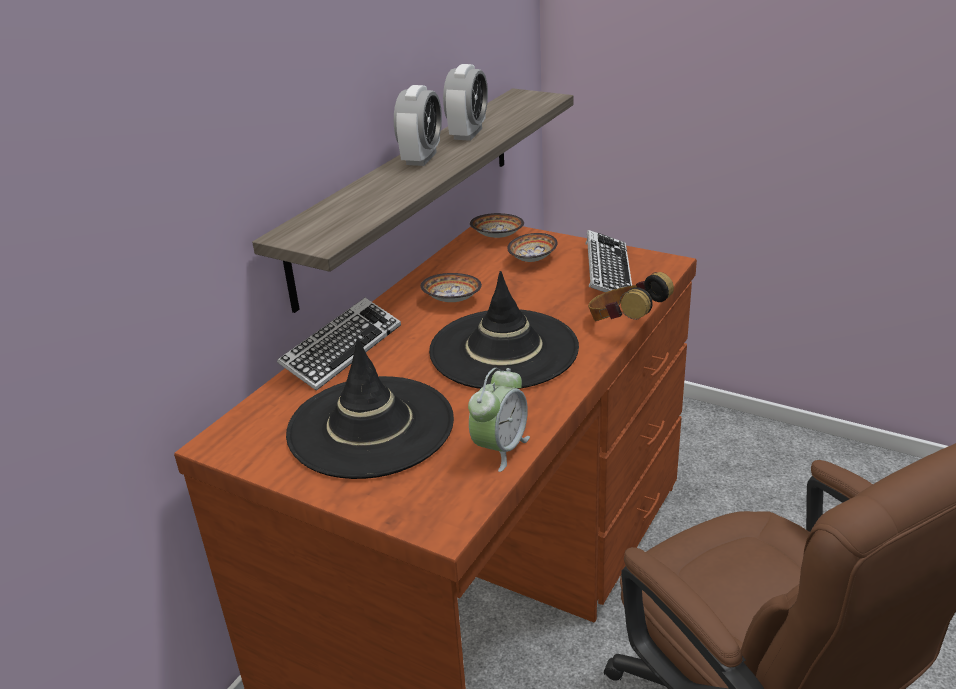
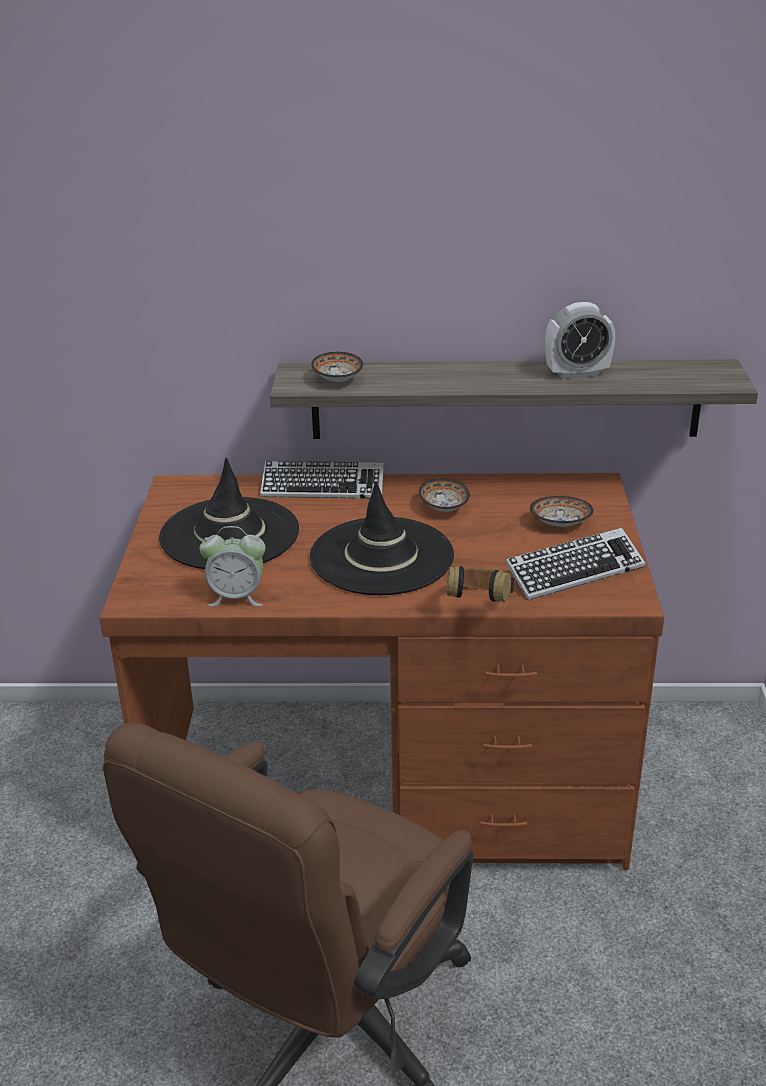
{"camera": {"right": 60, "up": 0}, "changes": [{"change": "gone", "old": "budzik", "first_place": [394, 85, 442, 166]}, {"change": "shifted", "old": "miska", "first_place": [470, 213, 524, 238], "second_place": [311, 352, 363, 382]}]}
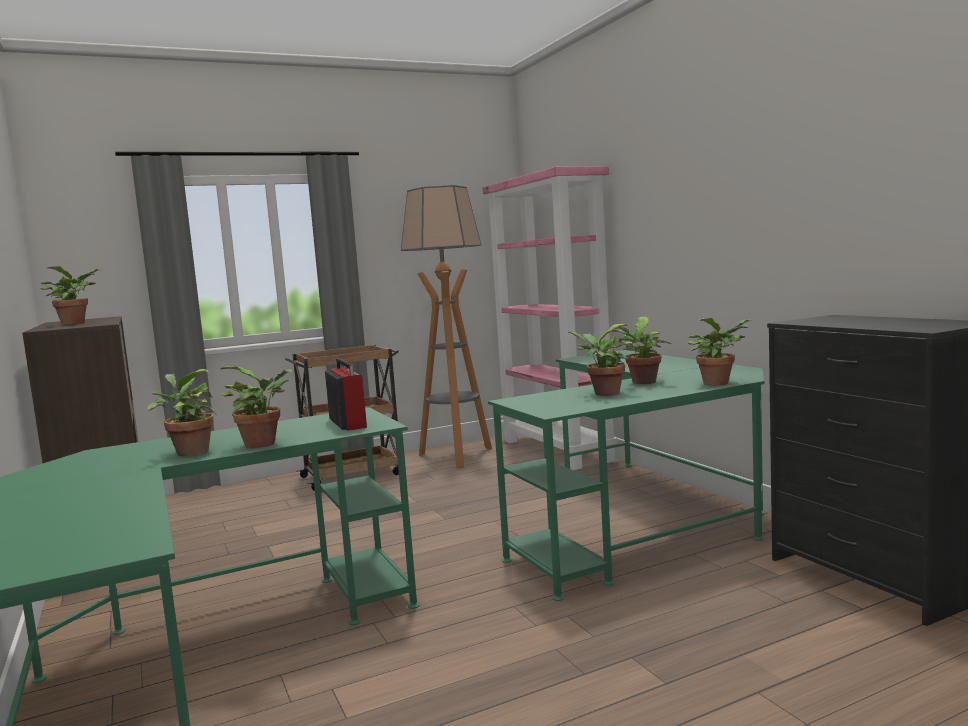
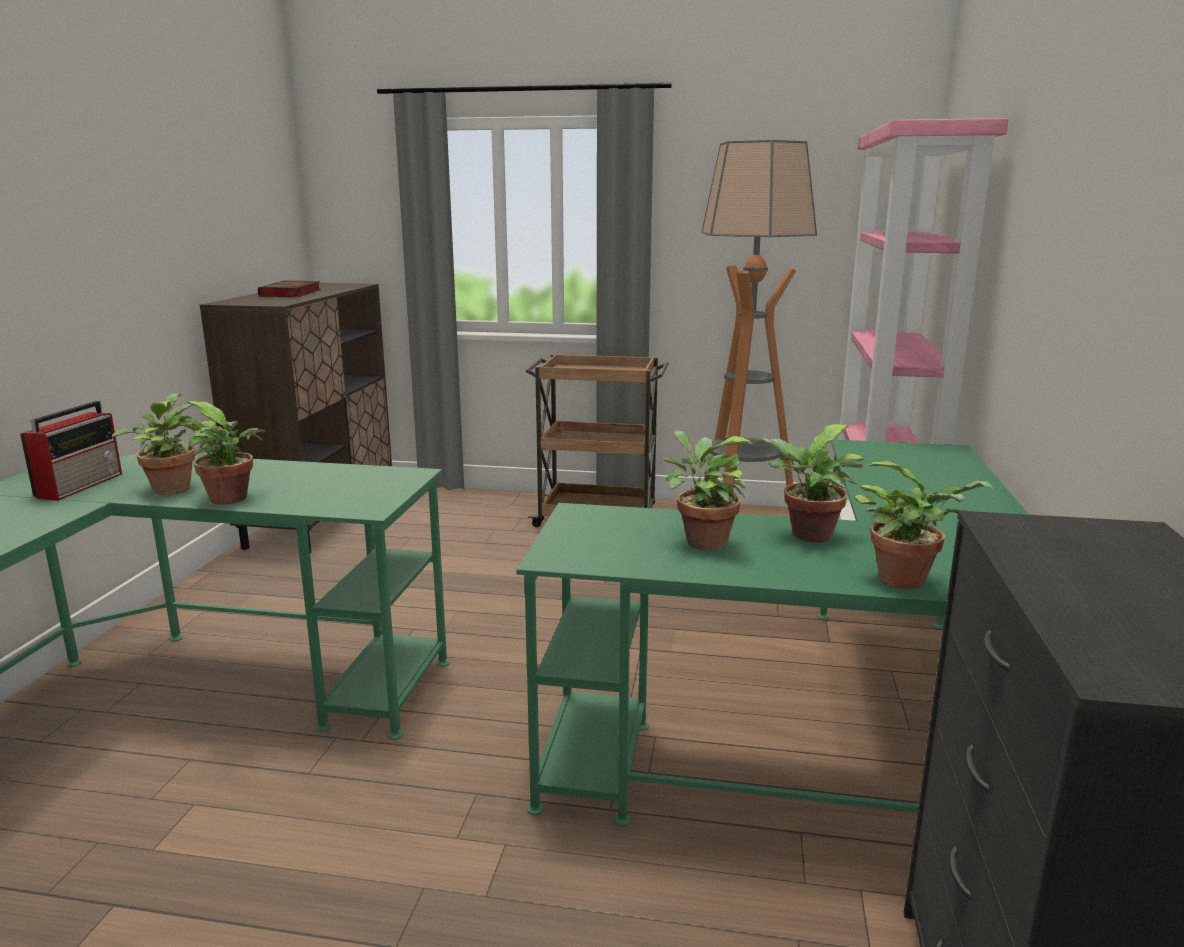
{"camera": {"right": 35, "up": 10}, "changes": [{"change": "shifted", "old": "radio", "first_place": [325, 359, 367, 431], "second_place": [20, 401, 122, 501]}, {"change": "swapped", "old": "roślina doniczkowa", "new": "książka", "first_place": [40, 266, 101, 325], "second_place": [258, 280, 321, 297]}]}
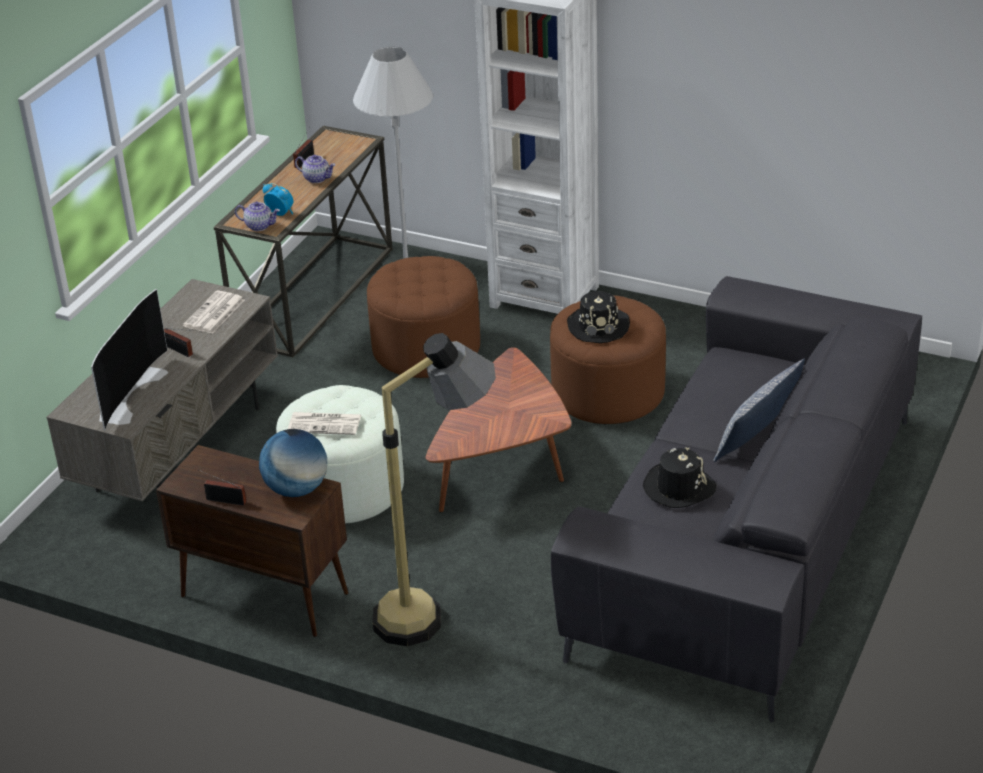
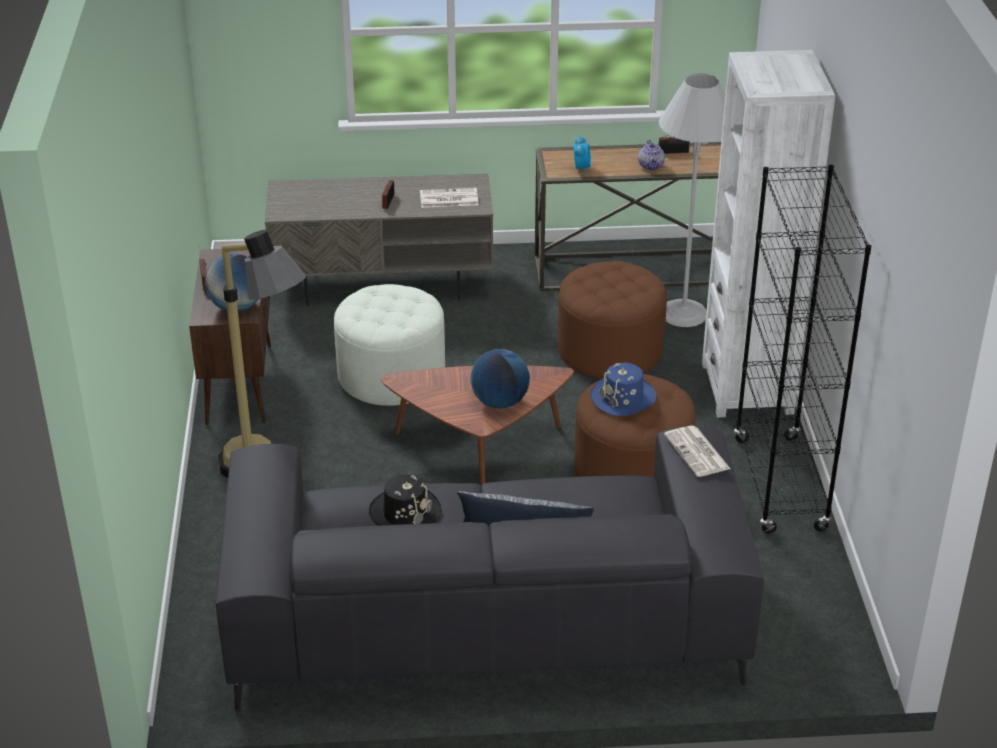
{"camera": {"right": 60, "up": 0}, "changes": [{"change": "gone", "old": "telewizor", "first_place": [91, 289, 168, 430]}, {"change": "gone", "old": "imbryk", "first_place": [235, 202, 280, 231]}, {"change": "new", "new": "globus", "second_place": [470, 349, 530, 408]}, {"change": "new", "new": "regał/czarny", "second_place": [734, 165, 871, 534]}, {"change": "shifted", "old": "gazeta", "first_place": [288, 412, 361, 435], "second_place": [664, 425, 730, 477]}, {"change": "repainted", "old": "kapelusz/czarny", "new": "kapelusz/niebieski", "first_place": [567, 291, 630, 343], "second_place": [590, 362, 657, 416]}]}
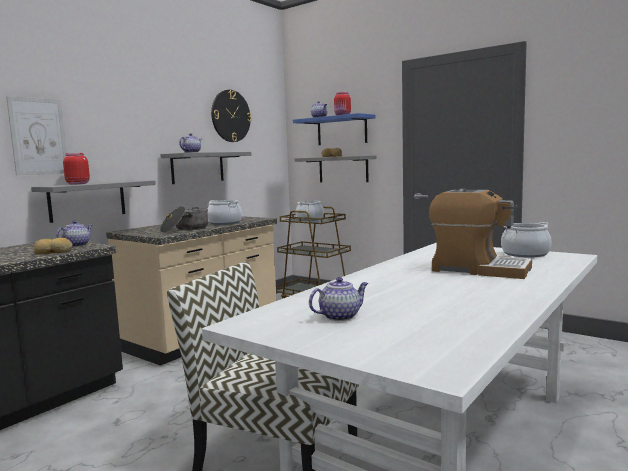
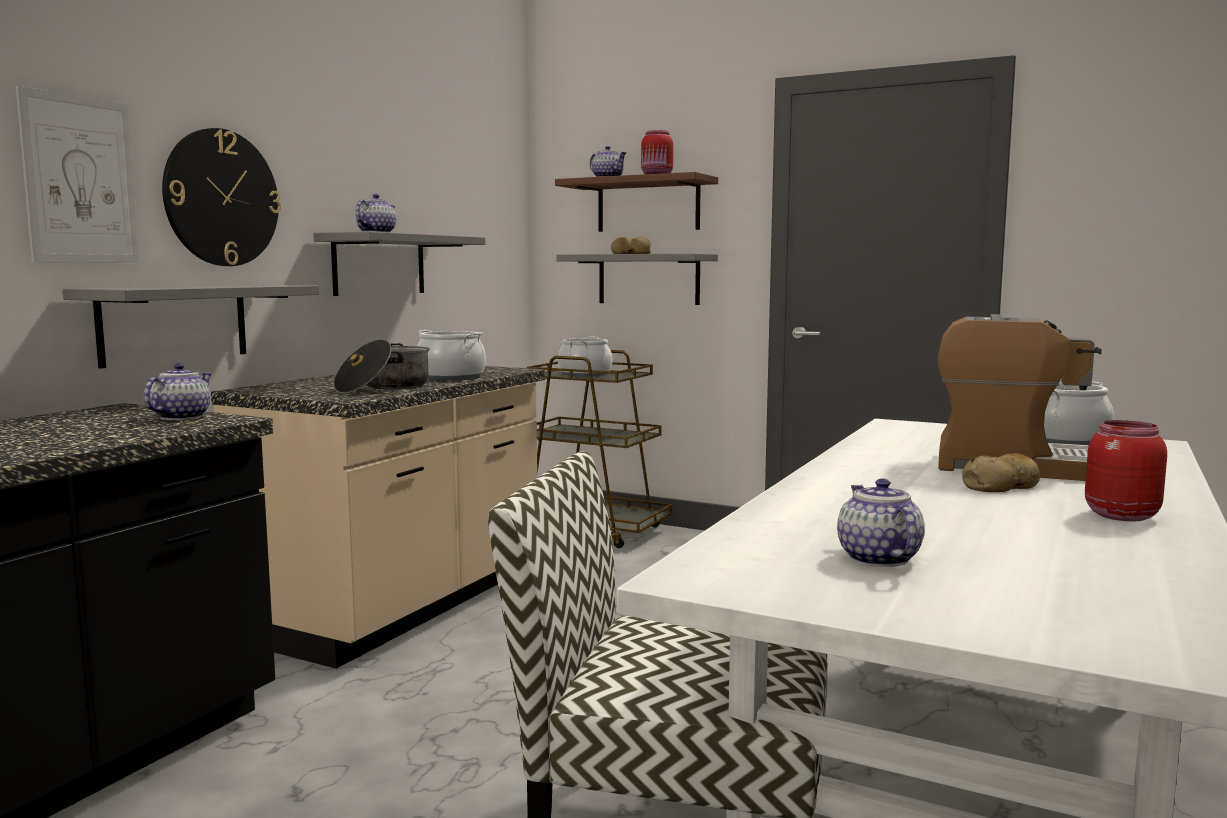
{"camera": {"right": -10, "up": 0}, "changes": [{"change": "shifted", "old": "chleb", "first_place": [33, 238, 73, 254], "second_place": [962, 453, 1040, 492]}, {"change": "shifted", "old": "słoik/czerwony", "first_place": [63, 153, 90, 185], "second_place": [1085, 420, 1167, 521]}, {"change": "shifted", "old": "zegar ścienny", "first_place": [211, 90, 252, 142], "second_place": [162, 128, 281, 266]}, {"change": "repainted", "old": "półka/niebieski", "new": "półka/brązowy", "first_place": [293, 113, 376, 145], "second_place": [555, 172, 718, 232]}, {"change": "rotated", "old": "imbryk", "first_place": [309, 277, 368, 321], "second_place": [837, 479, 925, 567], "degrees": -60}]}
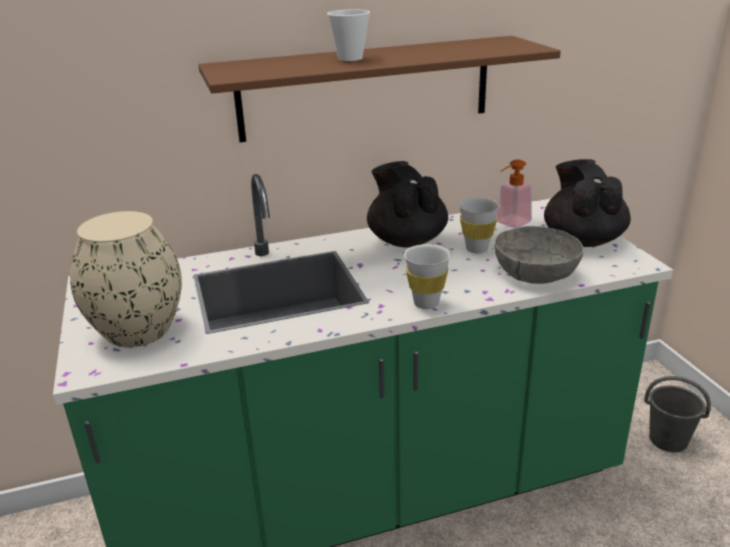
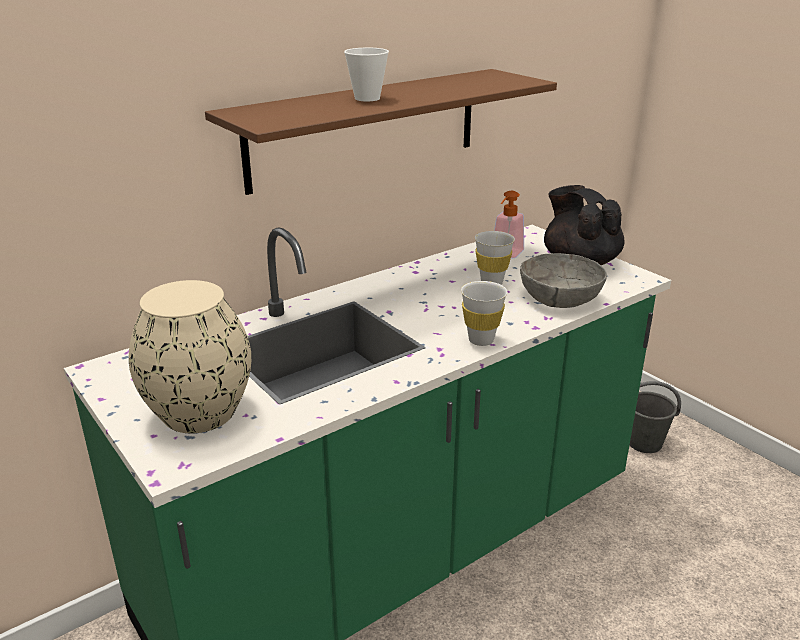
{"camera": {"right": -20, "up": 0}, "changes": [{"change": "gone", "old": "imbryk/czarny", "first_place": [367, 161, 448, 248]}]}
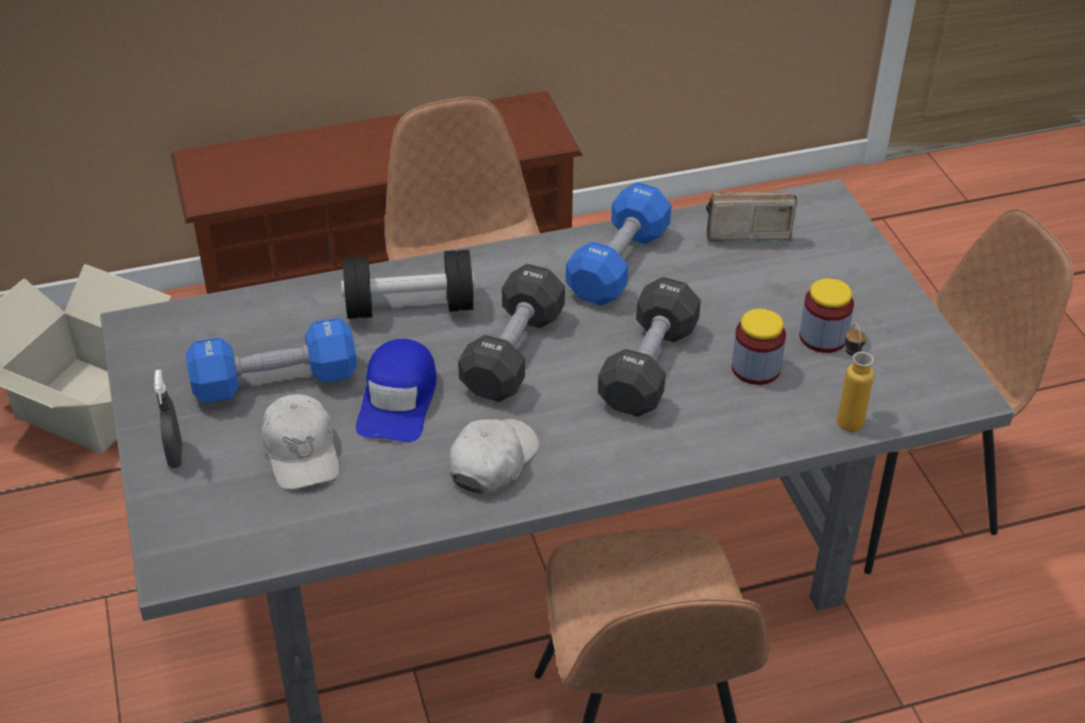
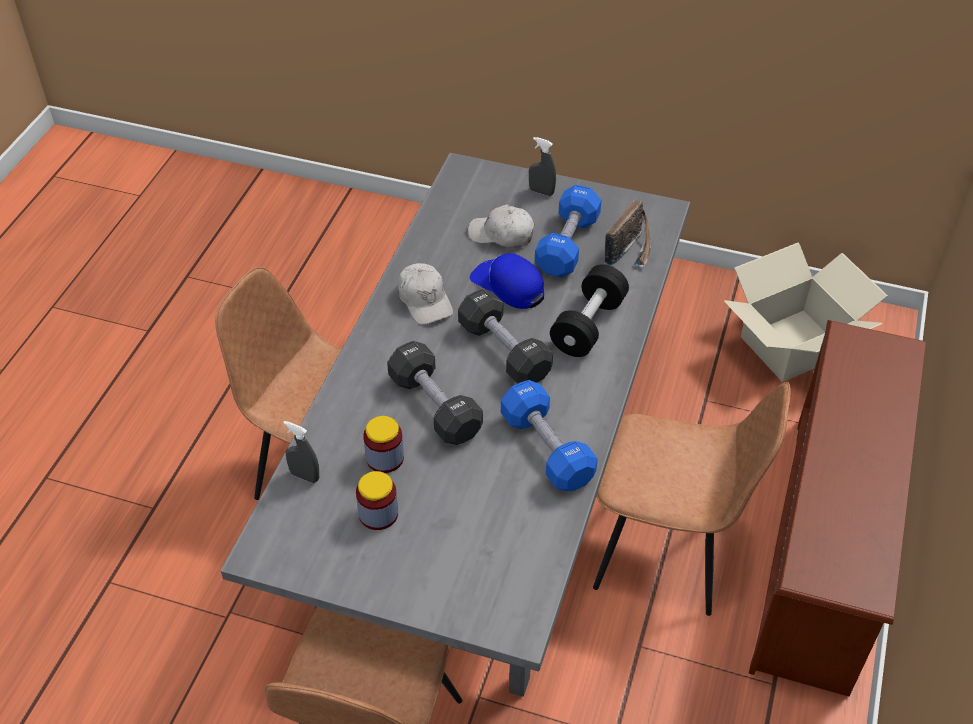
{"camera": {"right": 125, "up": 5}, "changes": [{"change": "shifted", "old": "radio", "first_place": [706, 192, 797, 243], "second_place": [603, 200, 651, 268]}, {"change": "swapped", "old": "butelka", "new": "spryskiwacz/szary", "first_place": [837, 323, 874, 432], "second_place": [283, 421, 319, 483]}]}
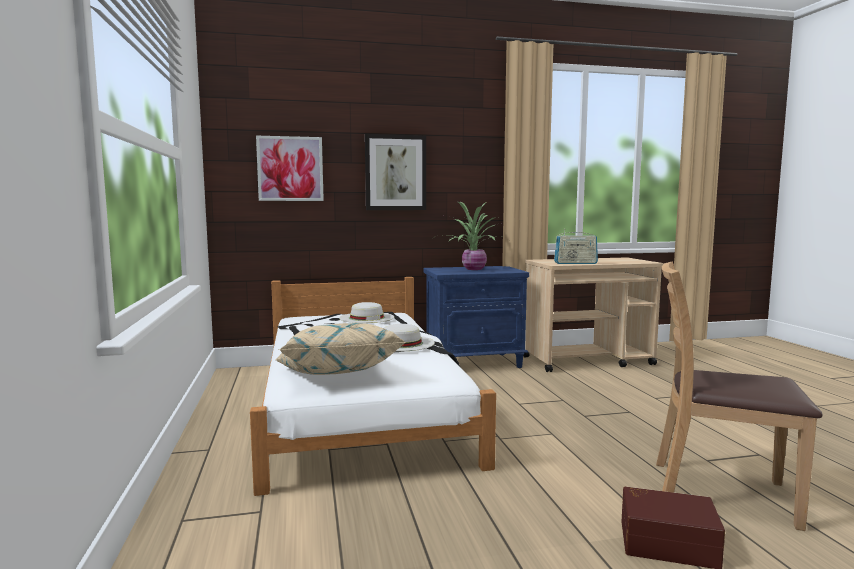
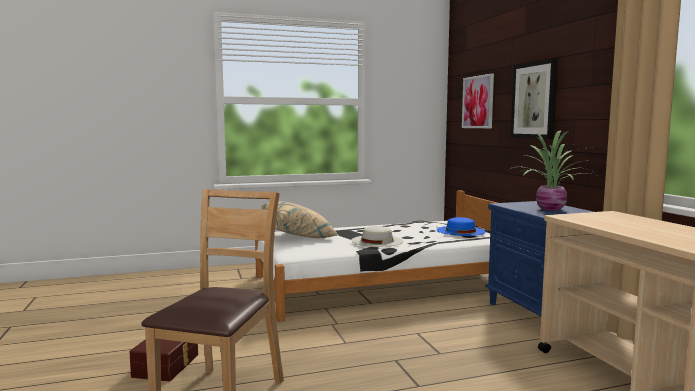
{"camera": {"right": 85, "up": 0}, "changes": [{"change": "gone", "old": "radio", "first_place": [554, 229, 598, 264]}, {"change": "repainted", "old": "kapelusz/biały", "new": "kapelusz/niebieski", "first_place": [339, 302, 394, 323], "second_place": [437, 217, 486, 236]}]}
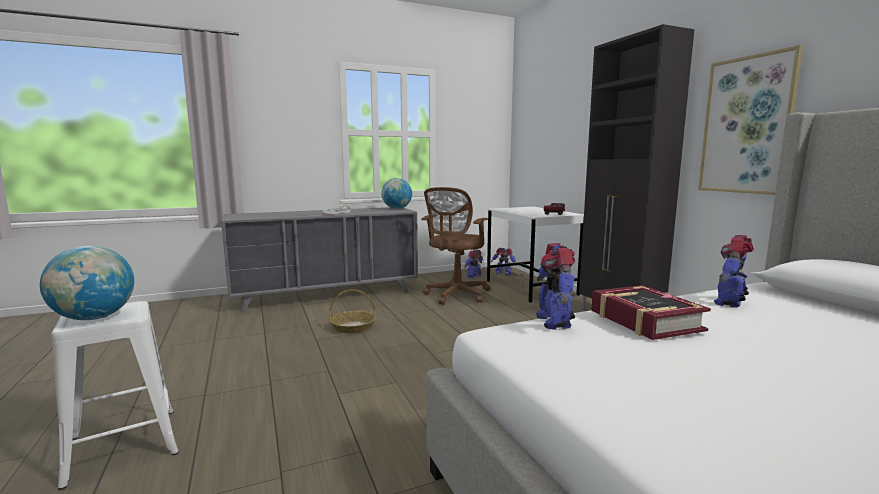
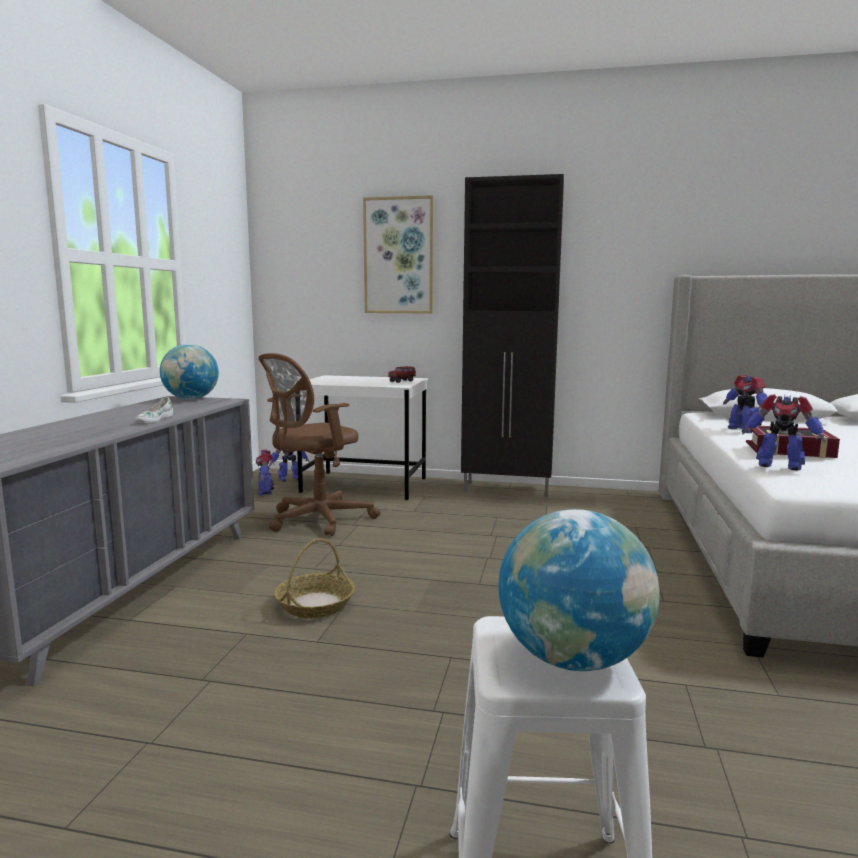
{"camera": {"right": -55, "up": 0}, "changes": [{"change": "shifted", "old": "obraz", "first_place": [698, 45, 803, 195], "second_place": [363, 195, 434, 314]}, {"change": "rotated", "old": "krzesło biurowe/brązowy", "first_place": [421, 187, 491, 305], "second_place": [259, 353, 380, 536], "degrees": 75}]}
